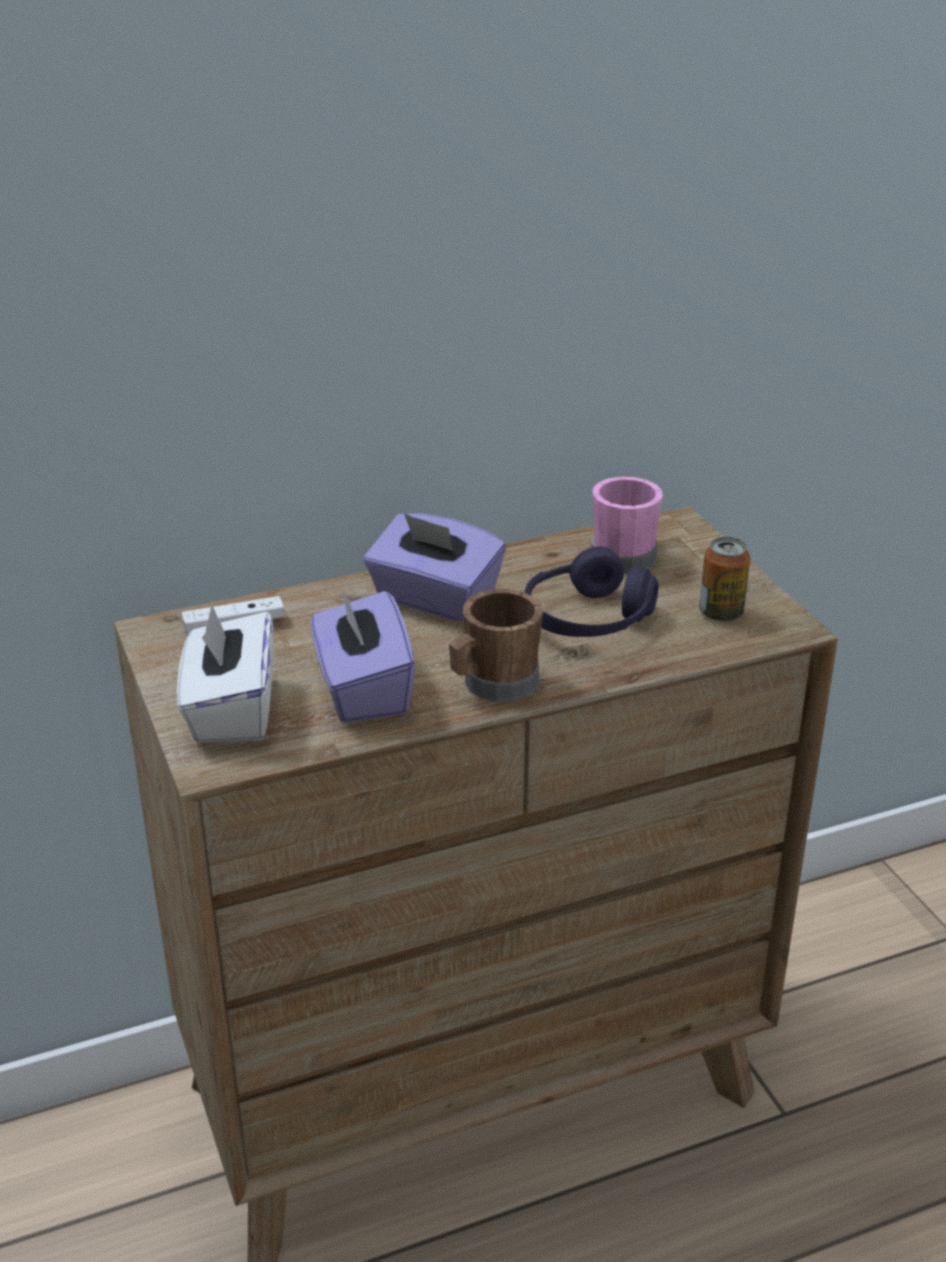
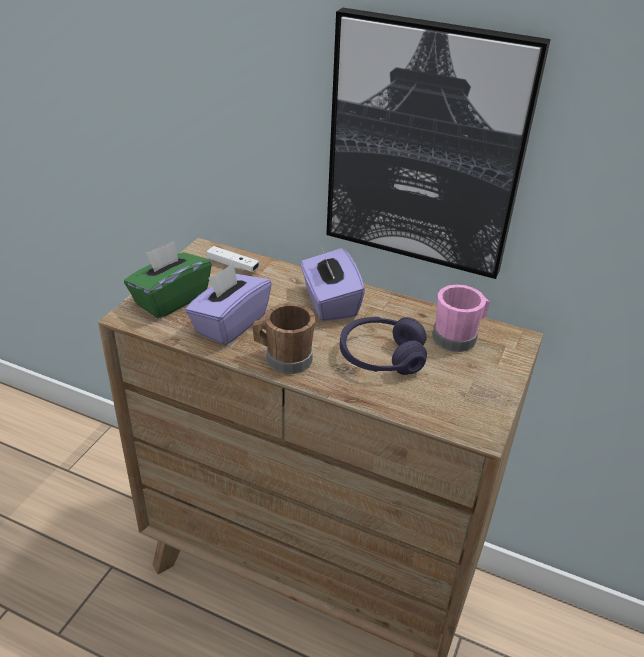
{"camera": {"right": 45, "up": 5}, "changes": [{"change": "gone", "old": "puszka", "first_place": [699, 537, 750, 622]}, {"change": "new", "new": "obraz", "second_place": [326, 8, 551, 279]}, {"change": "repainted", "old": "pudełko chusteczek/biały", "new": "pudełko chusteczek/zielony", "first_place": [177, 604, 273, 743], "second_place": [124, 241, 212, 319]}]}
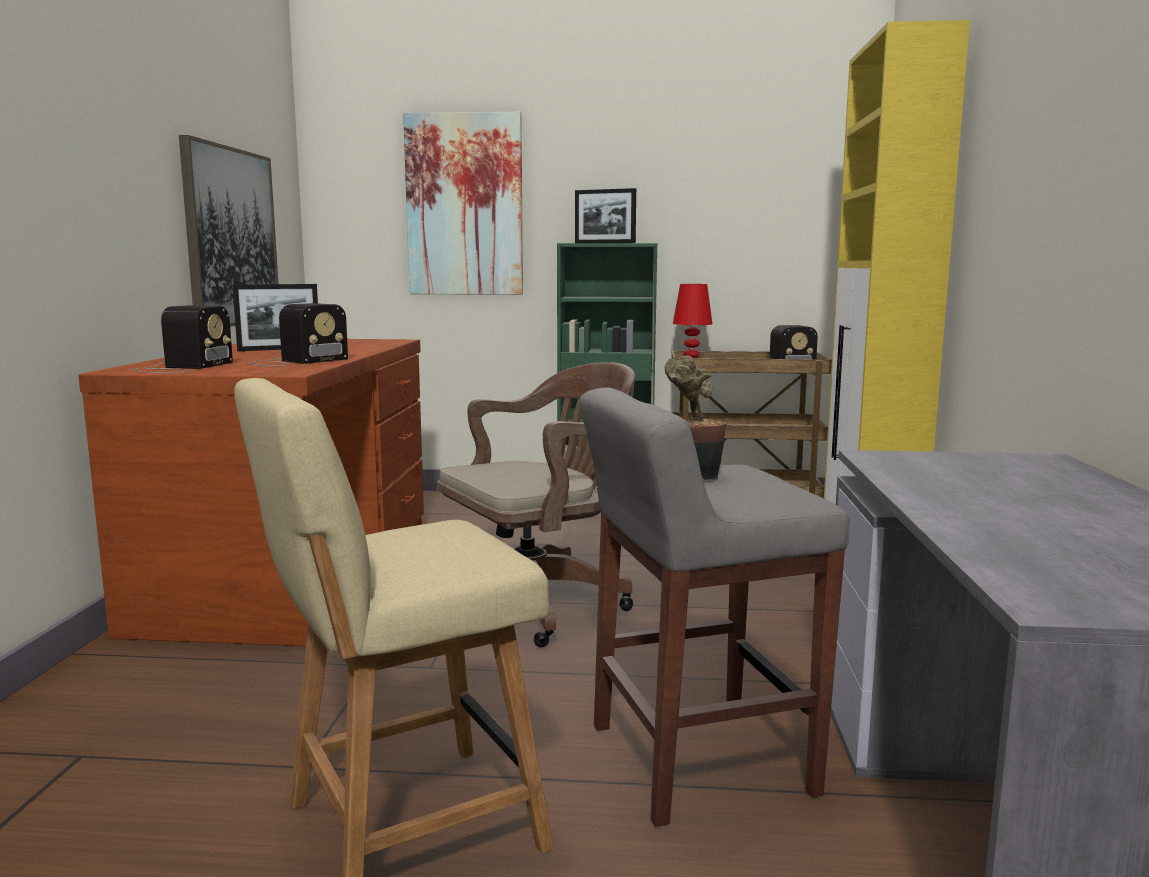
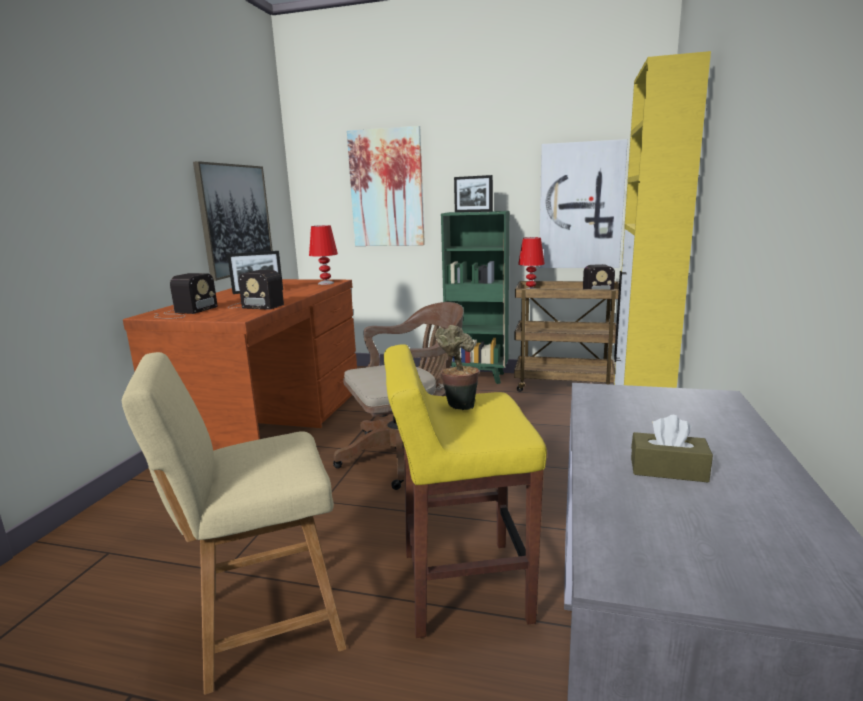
{"camera": {"right": 10, "up": 5}, "changes": [{"change": "new", "new": "lampa stołowa/czerwony", "second_place": [309, 225, 338, 285]}, {"change": "new", "new": "obraz", "second_place": [539, 139, 628, 268]}, {"change": "new", "new": "pudełko chusteczek/brązowy", "second_place": [631, 415, 713, 483]}, {"change": "repainted", "old": "stołek/szary", "new": "stołek/żółty", "first_place": [579, 387, 850, 827], "second_place": [384, 344, 547, 638]}, {"change": "rotated", "old": "radio", "first_place": [249, 303, 348, 366], "second_place": [229, 270, 284, 310], "degrees": 60}]}
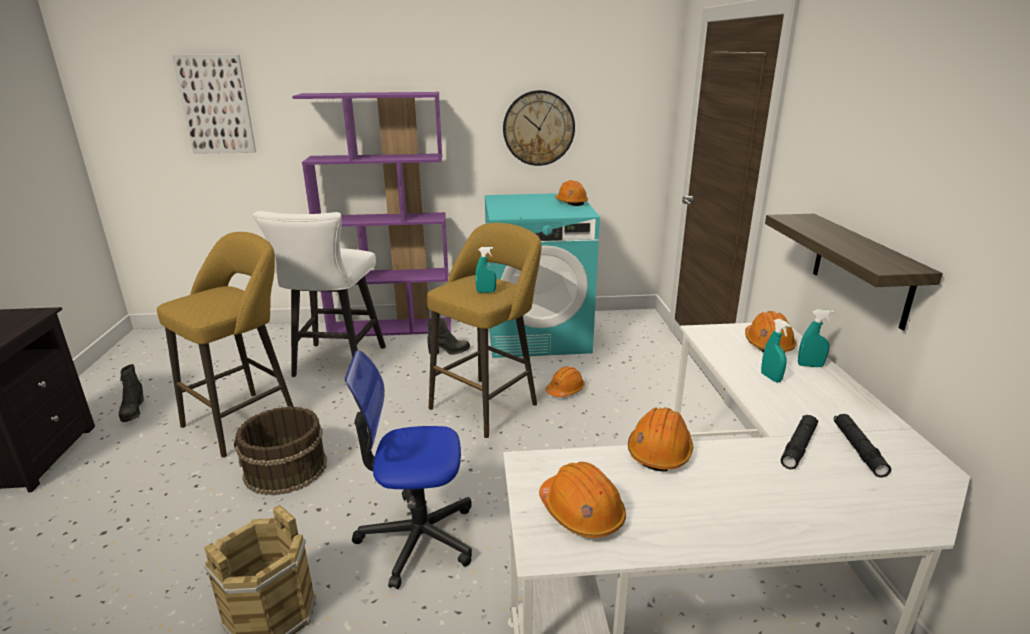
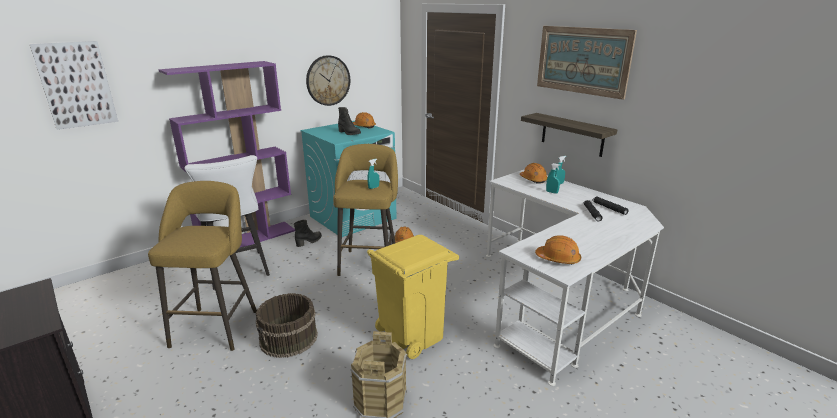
{"camera": {"right": -35, "up": 0}, "changes": [{"change": "gone", "old": "kask/pomarańczowy", "first_place": [628, 407, 693, 472]}, {"change": "new", "new": "obraz", "second_place": [537, 26, 637, 100]}, {"change": "shifted", "old": "but z cholewką/czarny", "first_place": [119, 364, 144, 422], "second_place": [338, 107, 361, 135]}, {"change": "swapped", "old": "krzesło biurowe", "new": "kosz na śmieci/żółty", "first_place": [345, 351, 472, 589], "second_place": [367, 235, 459, 359]}]}
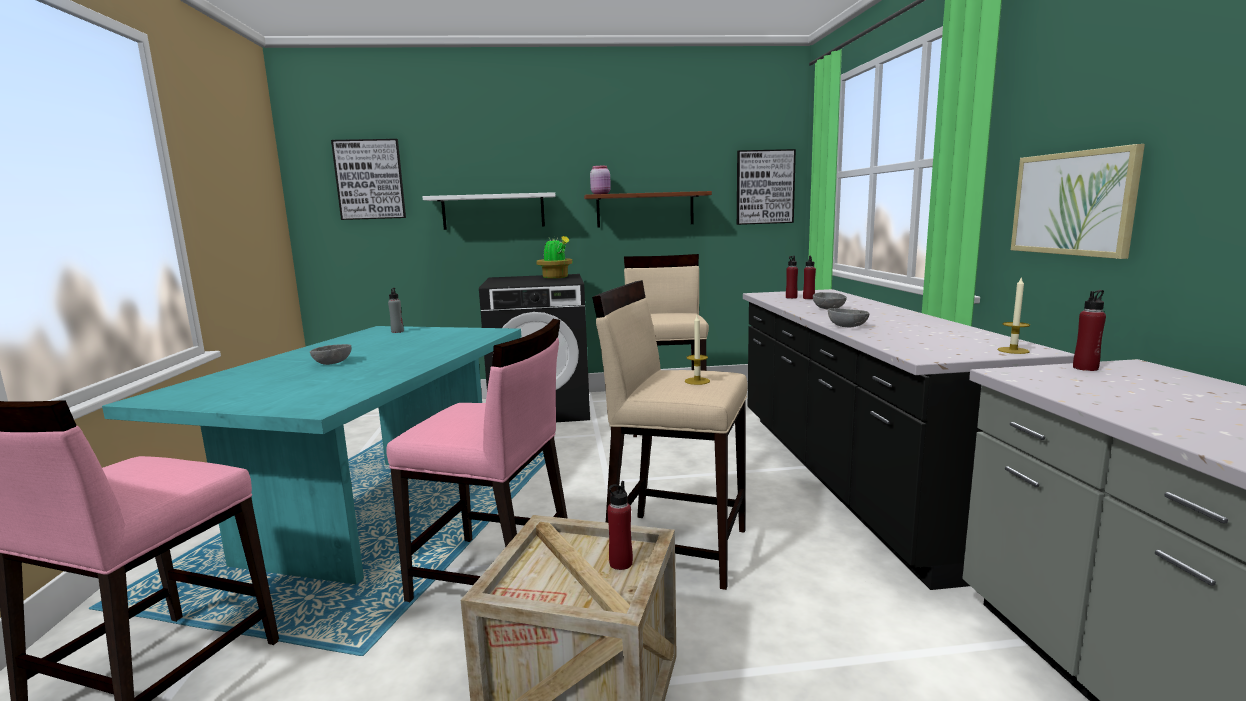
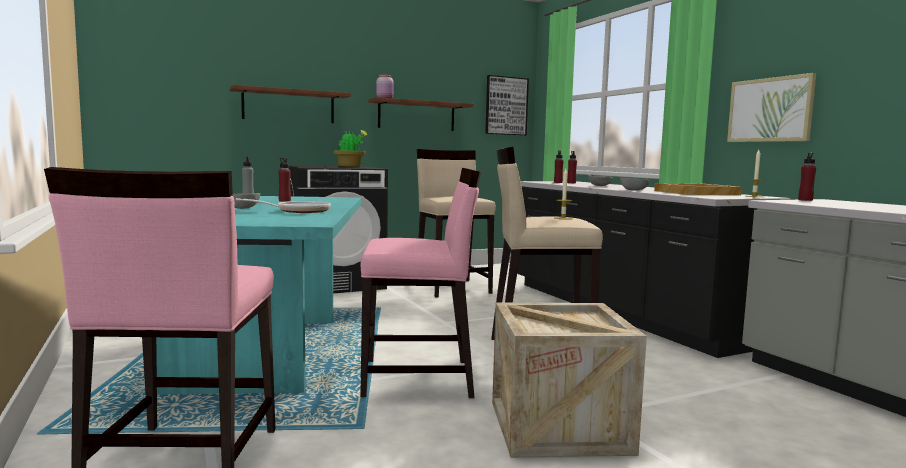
{"camera": {"right": -20, "up": -5}, "changes": [{"change": "gone", "old": "obraz", "first_place": [331, 139, 406, 220]}, {"change": "new", "new": "patelnia", "second_place": [236, 198, 331, 213]}, {"change": "new", "new": "taca/beżowy", "second_place": [654, 183, 742, 195]}, {"change": "shifted", "old": "butelka/czerwony", "first_place": [607, 481, 633, 570], "second_place": [278, 158, 291, 201]}, {"change": "repainted", "old": "półka/biały", "new": "półka/brązowy", "first_place": [422, 192, 555, 230], "second_place": [229, 85, 351, 123]}]}
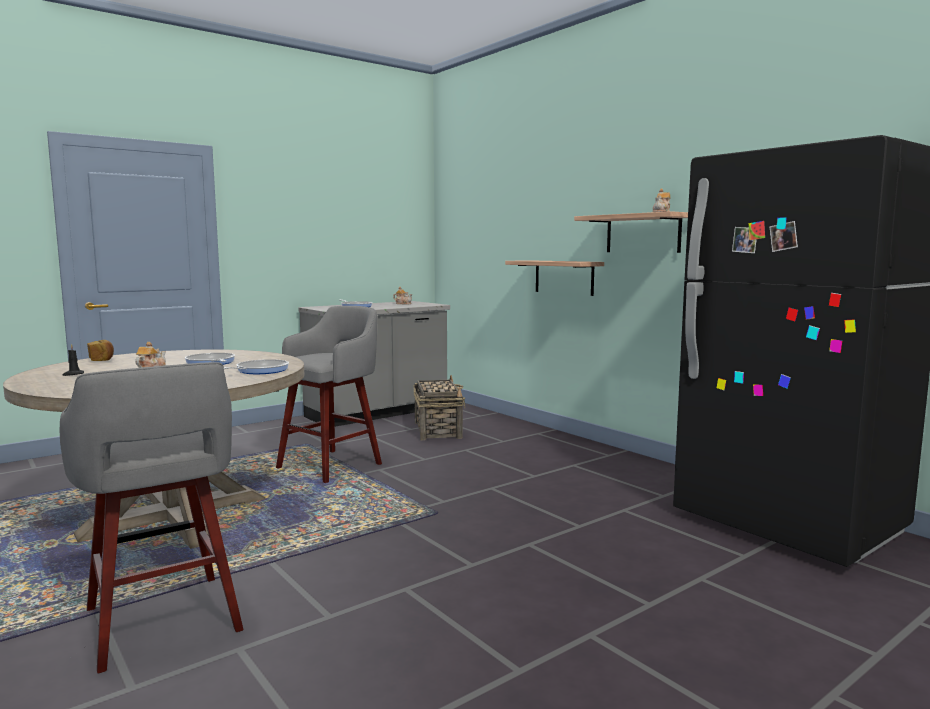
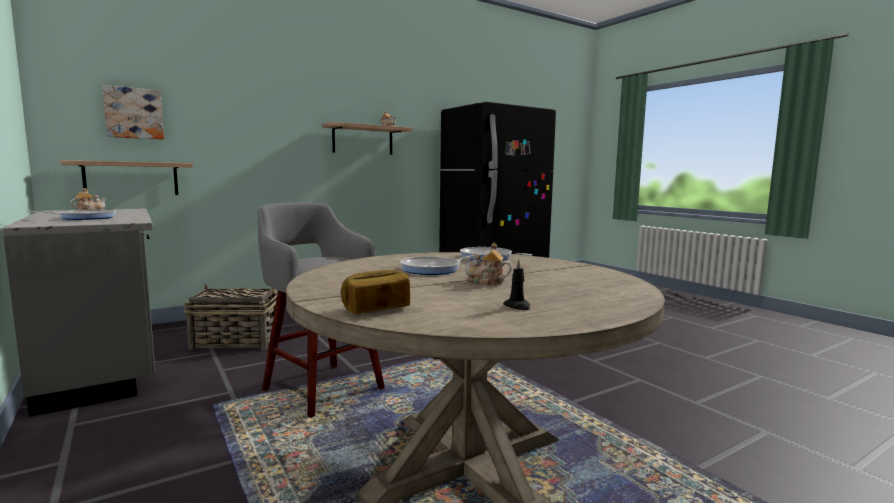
{"camera": {"right": -85, "up": 0}, "changes": [{"change": "gone", "old": "stołek/szary", "first_place": [60, 362, 243, 674]}, {"change": "new", "new": "obraz", "second_place": [102, 85, 164, 140]}, {"change": "shifted", "old": "półka", "first_place": [505, 260, 604, 296], "second_place": [60, 160, 193, 195]}]}
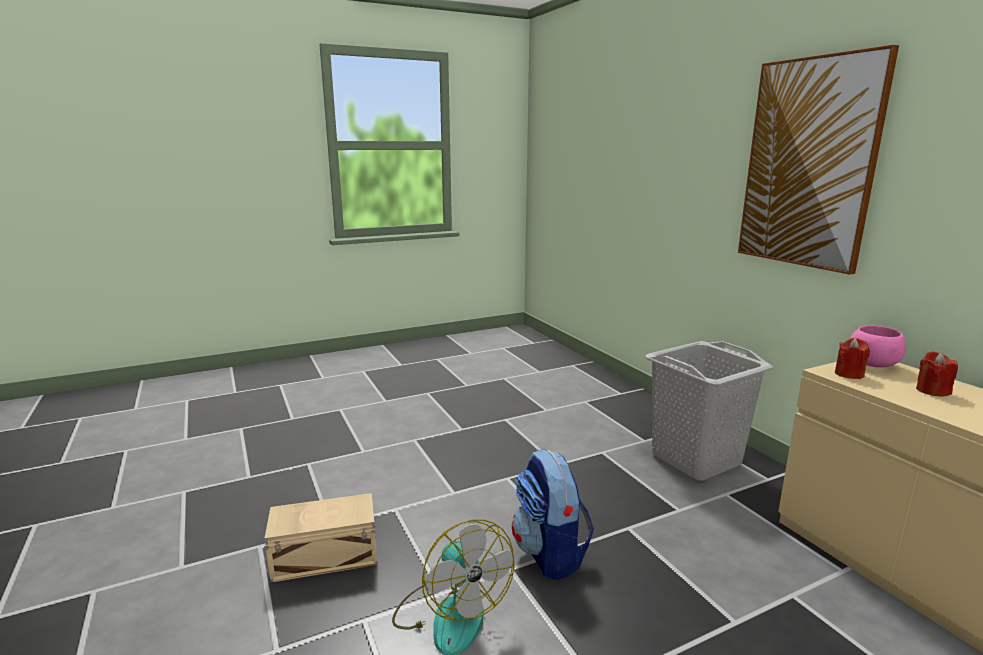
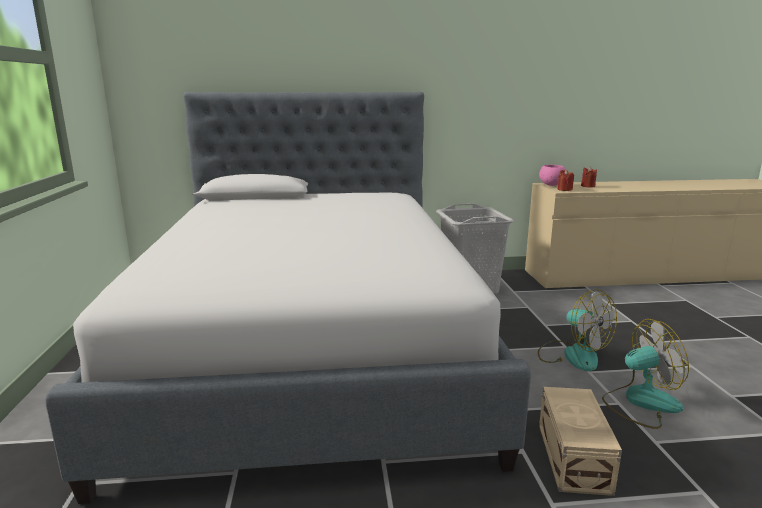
{"camera": {"right": -70, "up": 0}, "changes": [{"change": "gone", "old": "obraz", "first_place": [738, 45, 899, 275]}, {"change": "new", "new": "łóżko", "second_place": [45, 92, 531, 504]}, {"change": "swapped", "old": "plecak", "new": "wentylator", "first_place": [512, 449, 594, 580], "second_place": [538, 289, 617, 371]}]}
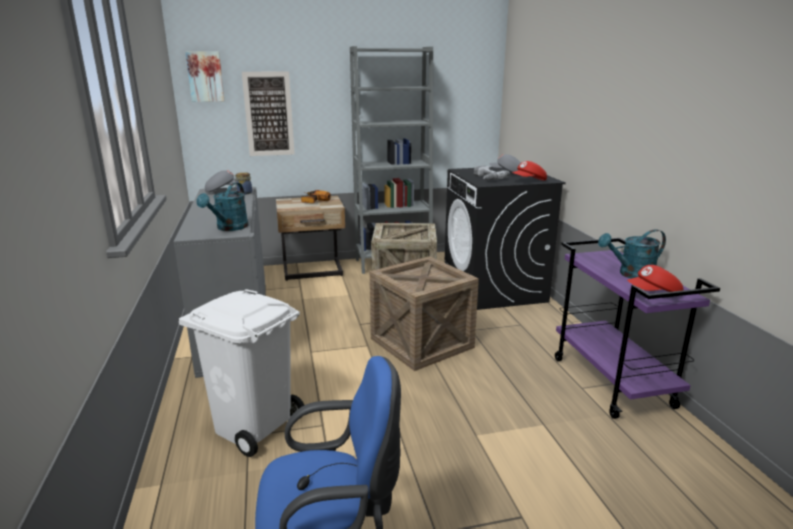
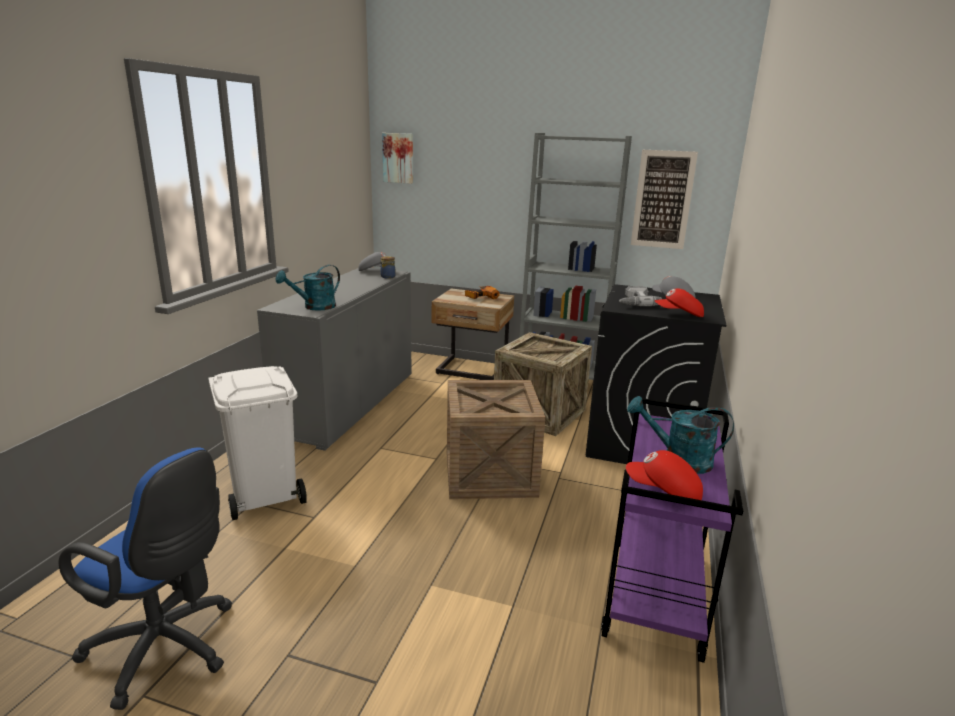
{"camera": {"right": 30, "up": 0}, "changes": [{"change": "shifted", "old": "obraz", "first_place": [242, 71, 295, 156], "second_place": [631, 150, 698, 249]}]}
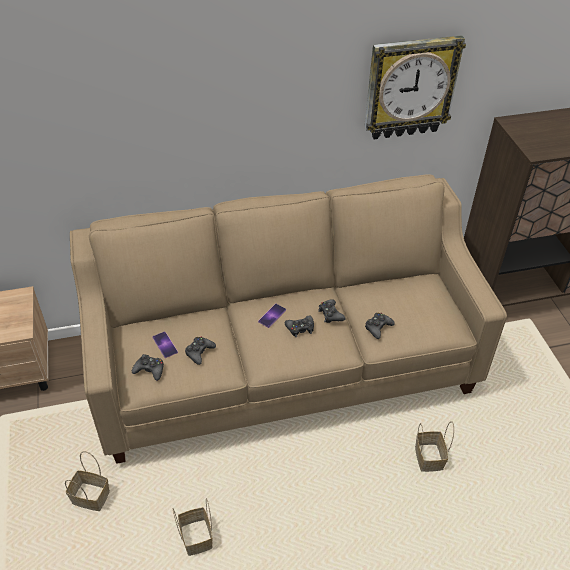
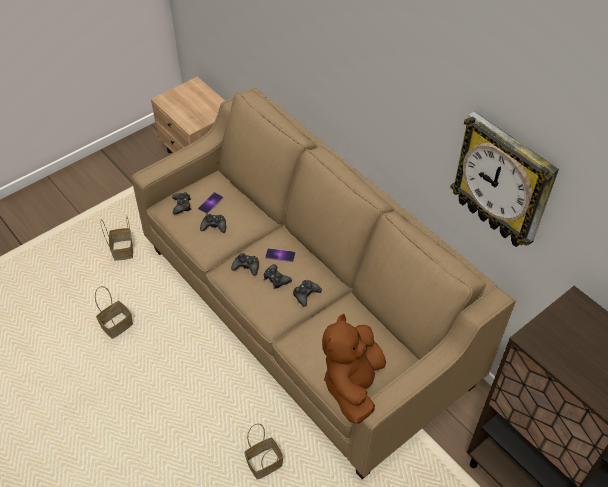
{"camera": {"right": 65, "up": 5}, "changes": [{"change": "new", "new": "pluszak/brązowy", "second_place": [322, 314, 386, 424]}, {"change": "shifted", "old": "pad do gier/czarny", "first_place": [365, 313, 395, 339], "second_place": [231, 253, 259, 276]}]}
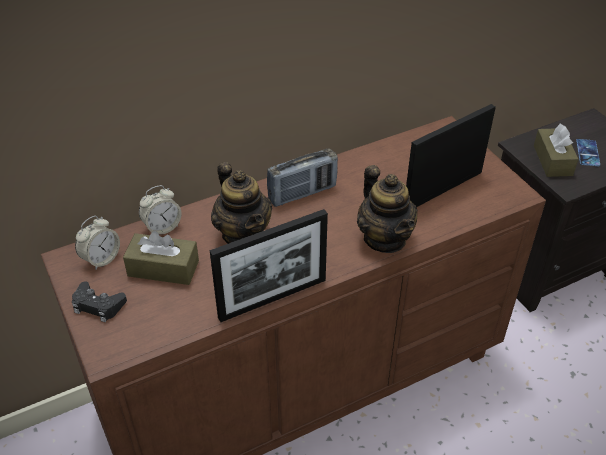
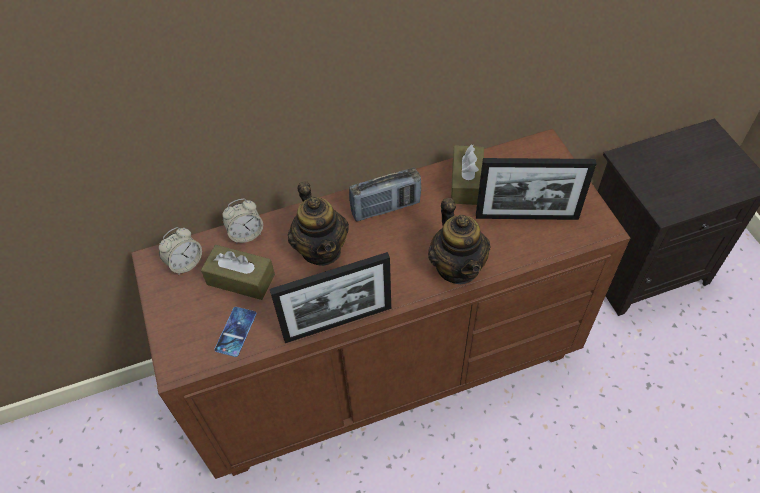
{"camera": {"right": 10, "up": 10}, "changes": [{"change": "gone", "old": "pad do gier/czarny", "first_place": [72, 281, 127, 322]}, {"change": "shifted", "old": "pudełko chusteczek/brązowy", "first_place": [534, 124, 579, 177], "second_place": [451, 144, 484, 205]}, {"change": "shifted", "old": "telefon", "first_place": [576, 139, 600, 166], "second_place": [214, 307, 257, 357]}, {"change": "rotated", "old": "ramka na zdjęcie", "first_place": [406, 104, 496, 207], "second_place": [476, 158, 596, 220], "degrees": -150}]}
